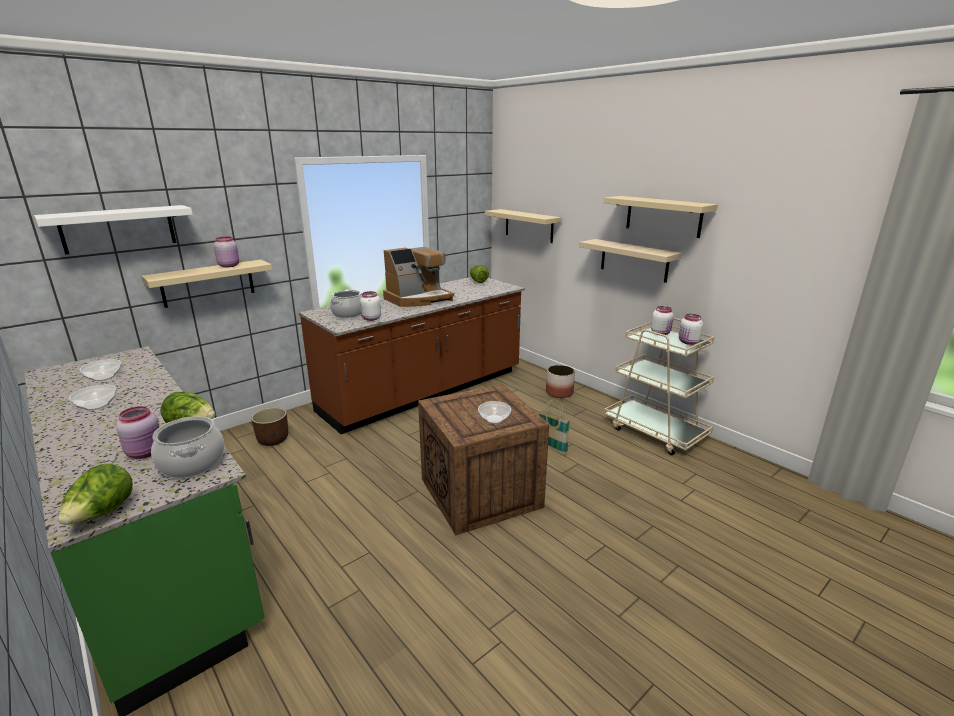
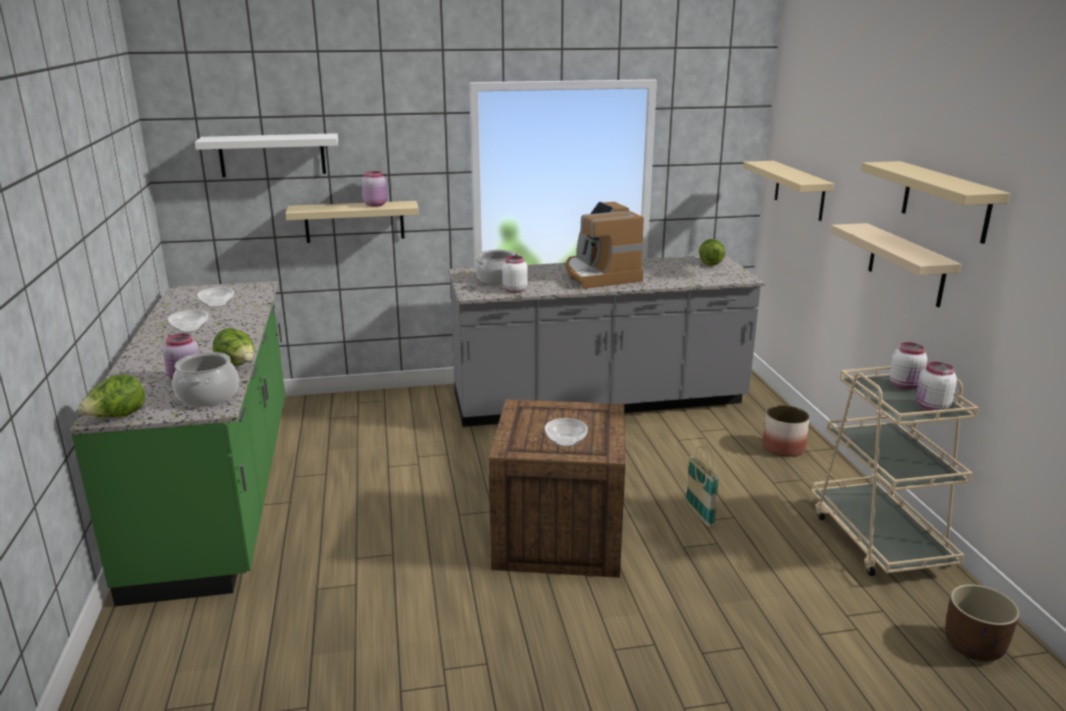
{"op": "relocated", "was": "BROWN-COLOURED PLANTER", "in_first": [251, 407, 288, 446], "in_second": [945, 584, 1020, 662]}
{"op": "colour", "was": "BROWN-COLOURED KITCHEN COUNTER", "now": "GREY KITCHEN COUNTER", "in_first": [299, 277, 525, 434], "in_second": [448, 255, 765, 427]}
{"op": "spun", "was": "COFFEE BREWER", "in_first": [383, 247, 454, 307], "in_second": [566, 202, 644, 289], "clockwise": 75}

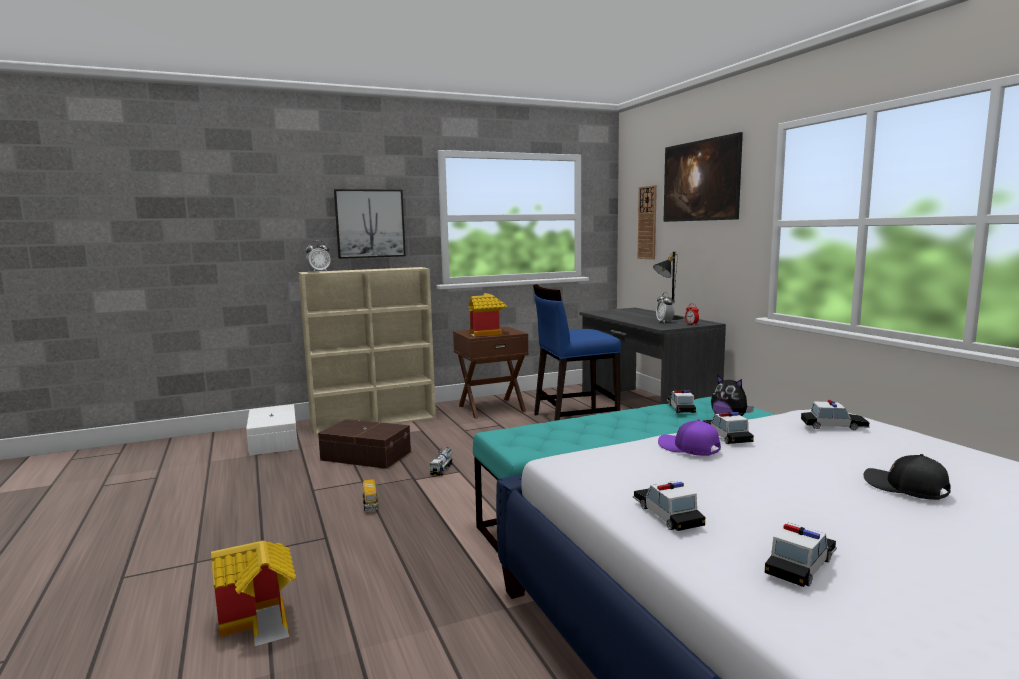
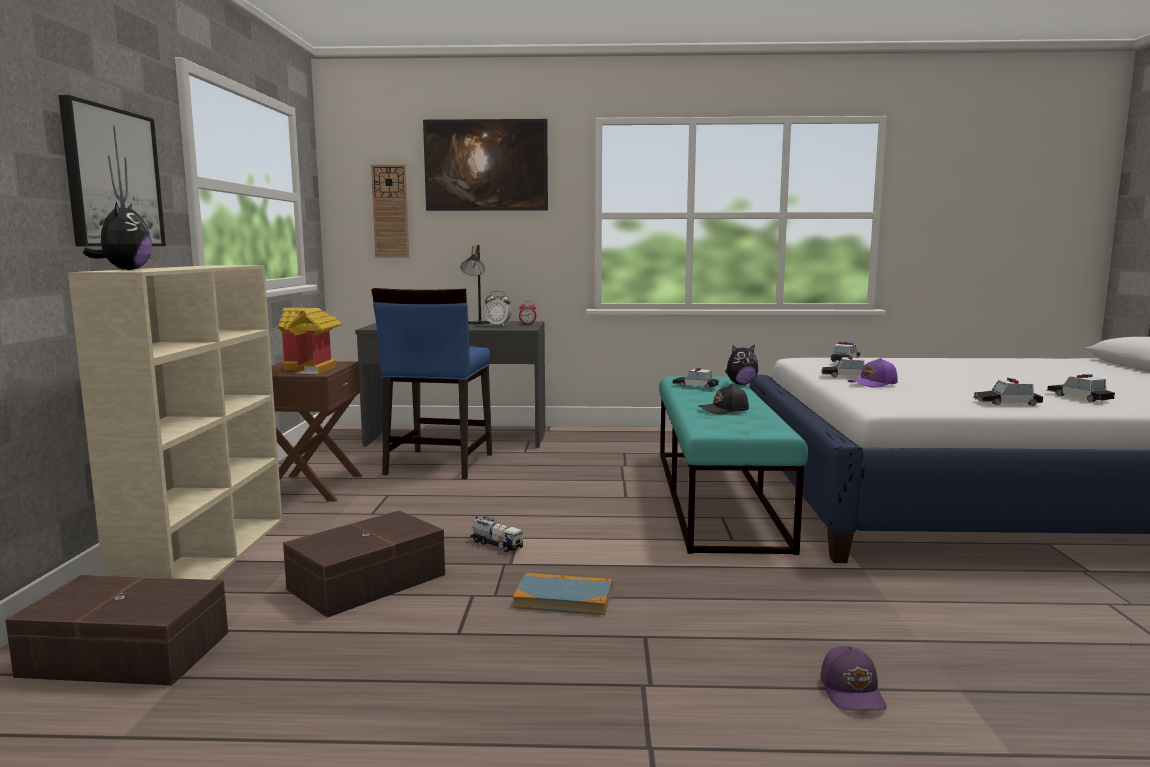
{"op": "exchanged", "was": "TOY HOUSE", "now": "PURPLE-COLOURED PEAKED CAP", "in_first": [211, 541, 296, 646], "in_second": [820, 646, 887, 710]}
{"op": "colour", "was": "WHITE-COLOURED STORAGE CONTAINER", "now": "BROWN-COLOURED STORAGE CONTAINER", "in_first": [246, 405, 298, 456], "in_second": [5, 575, 228, 686]}
{"op": "exchanged", "was": "BEDSIDE CLOCK", "now": "SOFT TOY", "in_first": [306, 240, 331, 272], "in_second": [83, 201, 152, 270]}
{"op": "exchanged", "was": "TOY LORRY", "now": "VOLUME", "in_first": [363, 479, 379, 512], "in_second": [513, 573, 612, 615]}
{"op": "relocated", "was": "BLACK PEAKED CAP", "in_first": [863, 454, 951, 500], "in_second": [698, 384, 749, 414]}

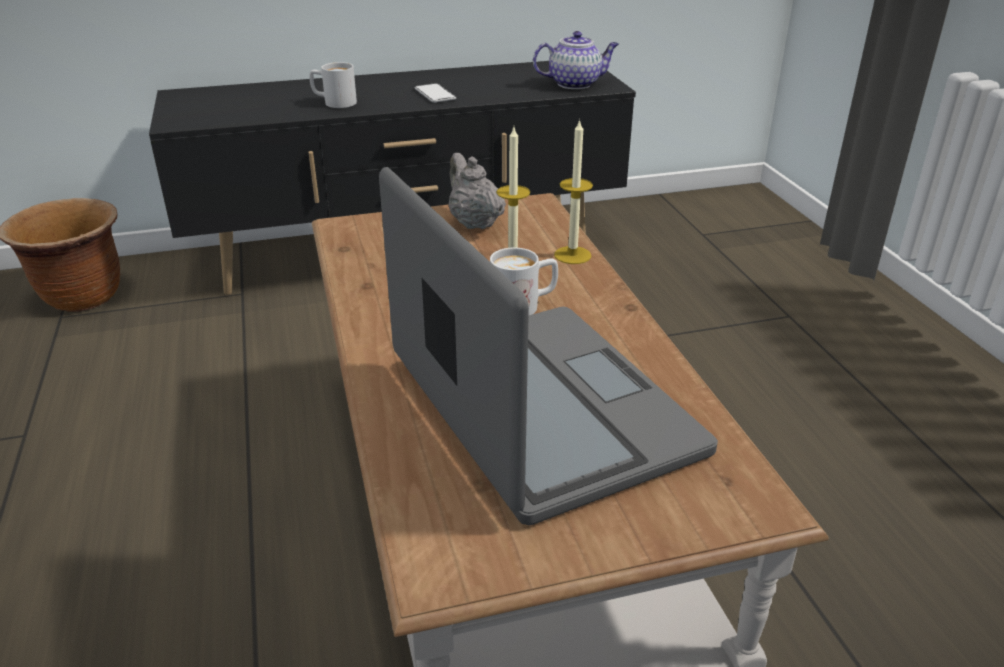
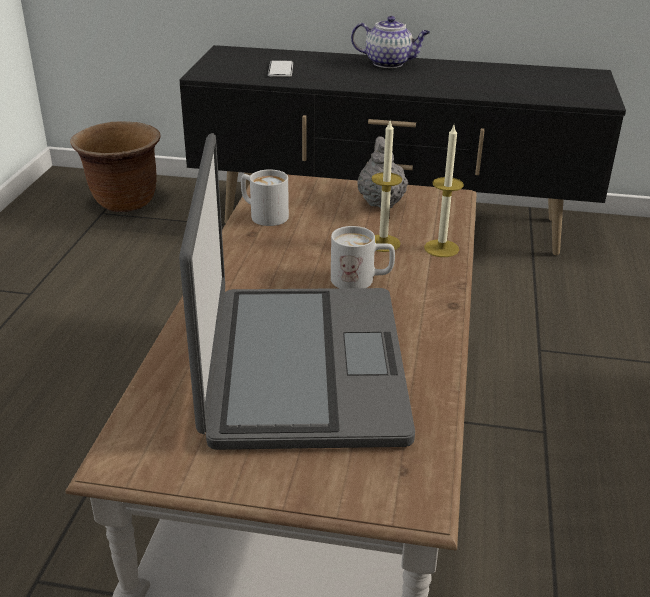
{"op": "relocated", "was": "WHITE-COLOURED COFFEE MUG", "in_first": [310, 62, 357, 108], "in_second": [241, 169, 289, 226]}
{"op": "relocated", "was": "HANDSET", "in_first": [414, 83, 456, 103], "in_second": [268, 60, 293, 77]}
{"op": "relocated", "was": "TEAPOT", "in_first": [533, 31, 619, 89], "in_second": [351, 16, 430, 68]}

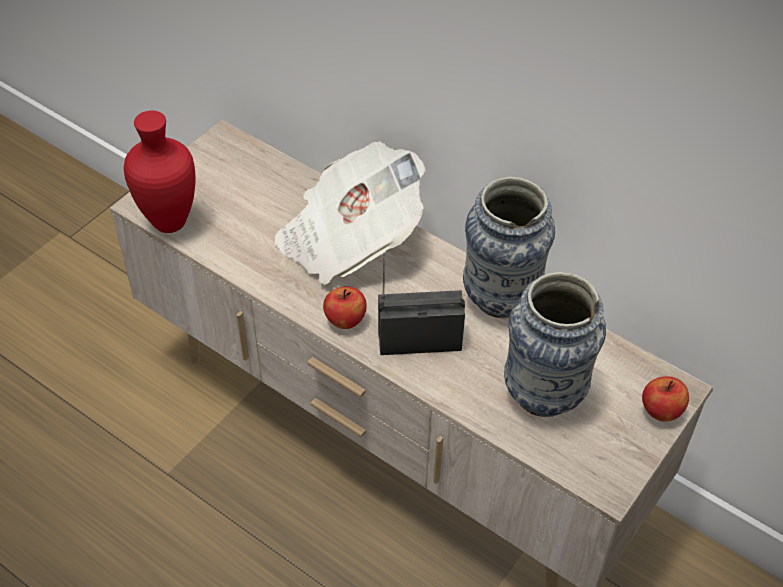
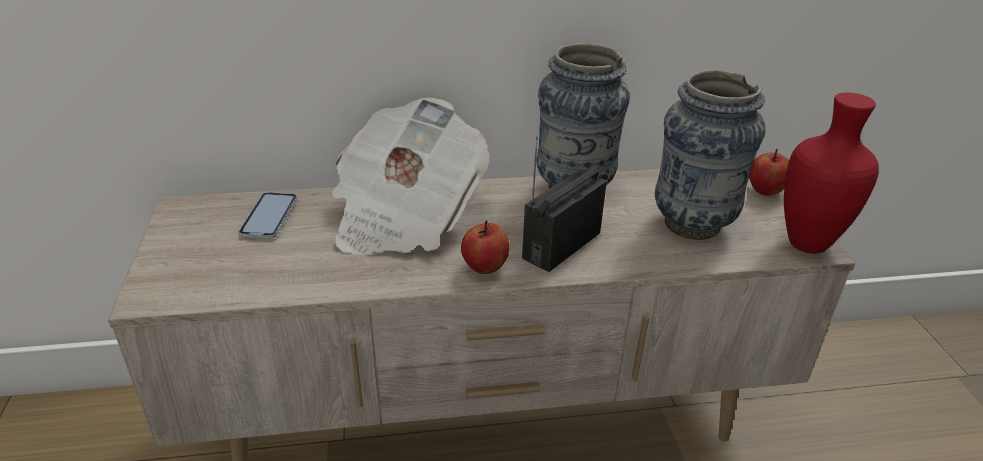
{"op": "relocated", "was": "REDDISH FLOWER VASE", "in_first": [124, 111, 195, 233], "in_second": [784, 92, 879, 254]}
{"op": "appeared", "now": "HANDSET", "in_second": [238, 192, 297, 239]}

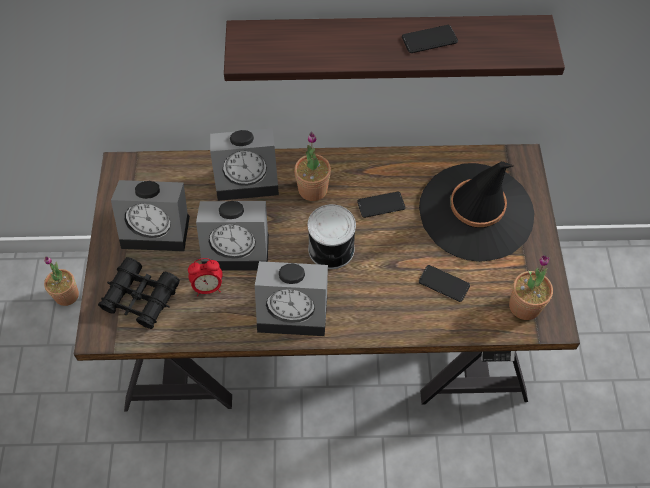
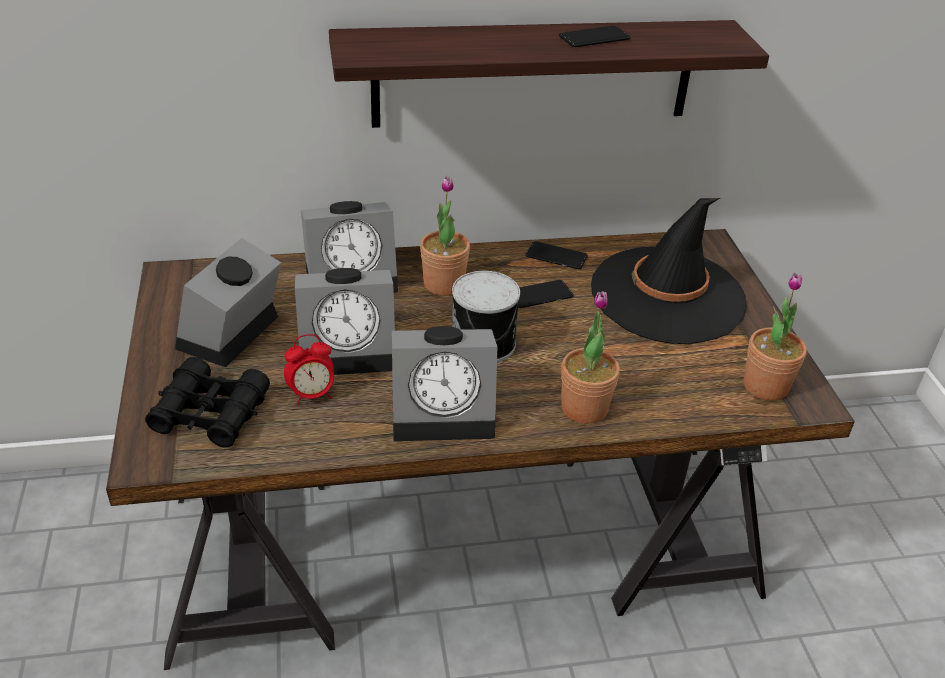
{"op": "relocated", "was": "POTTED PLANT", "in_first": [44, 257, 79, 306], "in_second": [561, 291, 620, 424]}
{"op": "spun", "was": "BEDSIDE CLOCK", "in_first": [111, 180, 190, 251], "in_second": [175, 238, 281, 367], "clockwise": 120}
{"op": "relocated", "was": "HANDSET", "in_first": [419, 265, 470, 302], "in_second": [525, 241, 588, 269]}

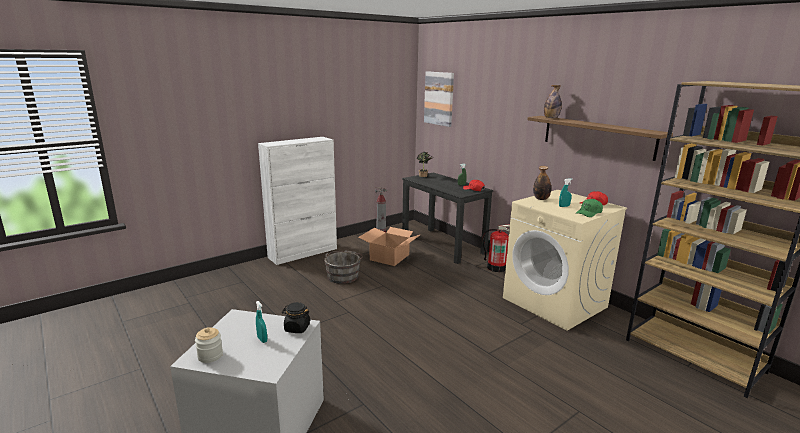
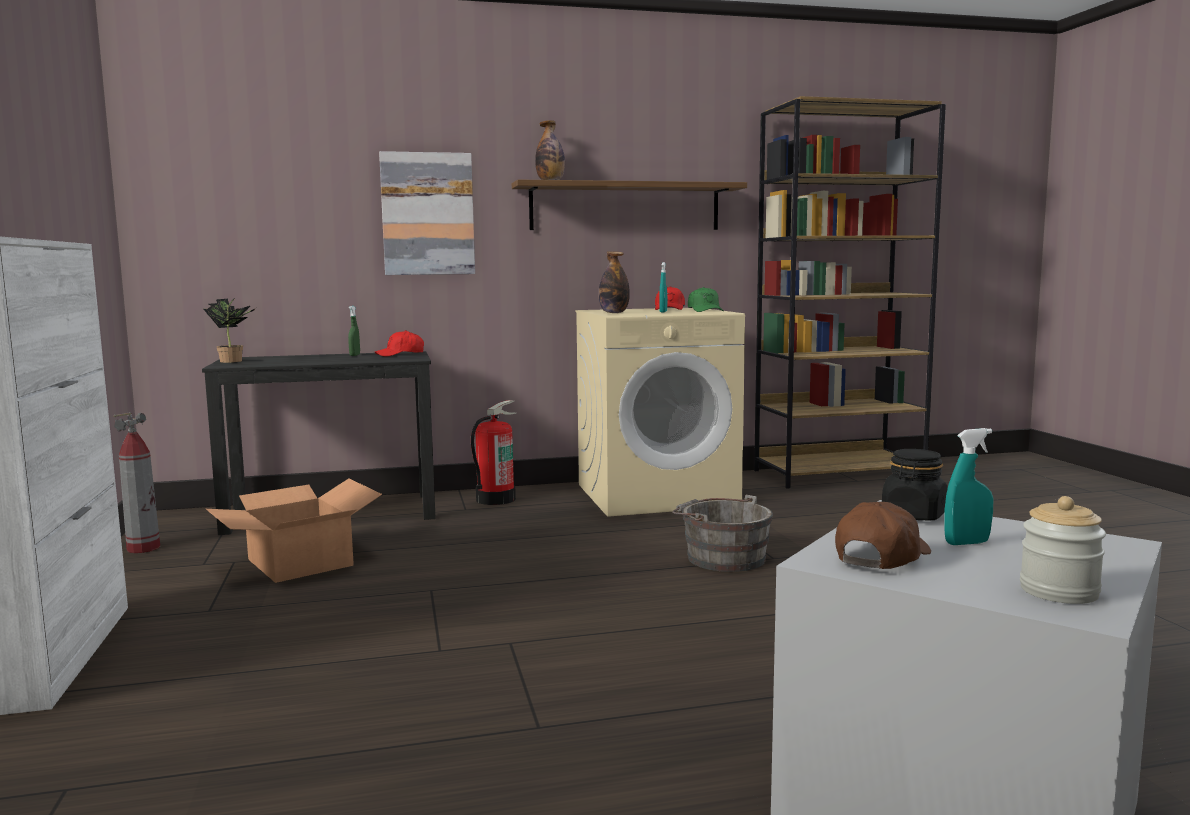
{"op": "relocated", "was": "GREY WATER BUCKET", "in_first": [324, 250, 363, 284], "in_second": [672, 495, 773, 572]}
{"op": "relocated", "was": "PICTURE", "in_first": [424, 71, 454, 127], "in_second": [379, 151, 475, 275]}
{"op": "appeared", "now": "BROWN-COLOURED PEAKED CAP", "in_second": [835, 502, 931, 569]}

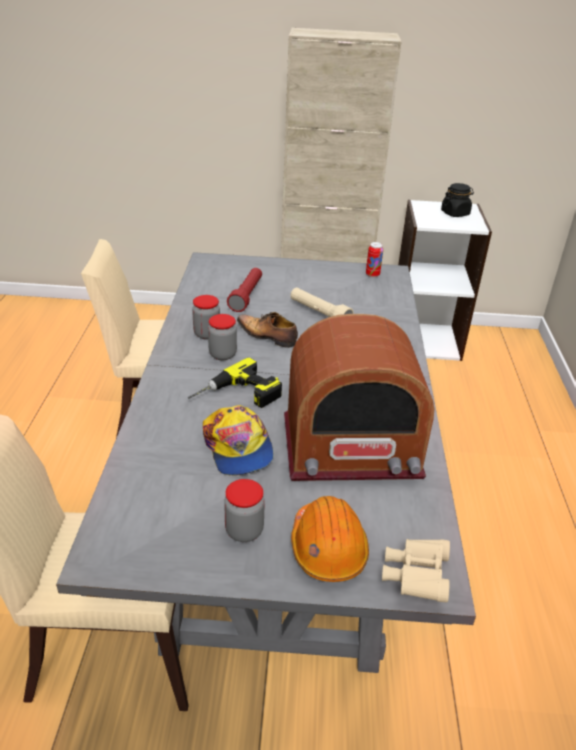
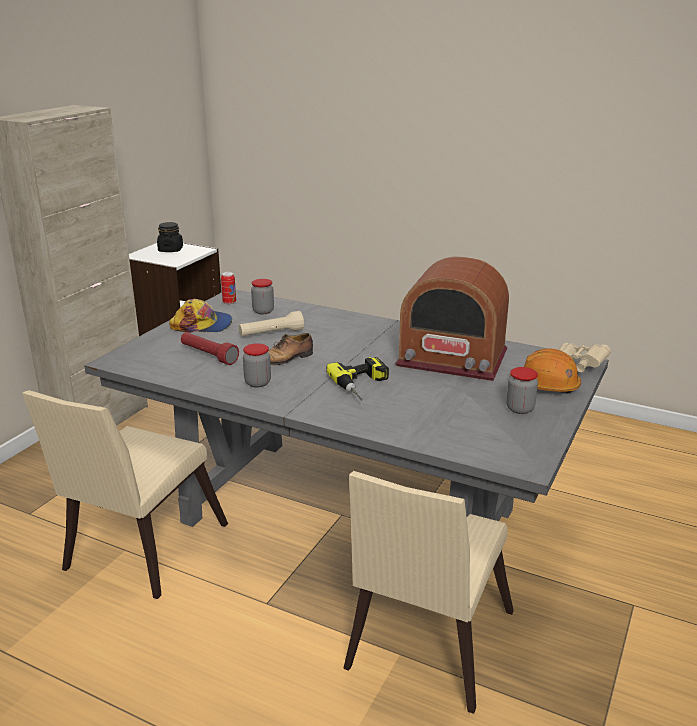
{"op": "relocated", "was": "PEAKED CAP", "in_first": [203, 405, 274, 476], "in_second": [169, 299, 232, 333]}
{"op": "relocated", "was": "JAR", "in_first": [208, 314, 237, 360], "in_second": [251, 279, 274, 314]}
{"op": "spun", "was": "RADIO", "in_first": [284, 314, 434, 481], "in_second": [395, 257, 509, 381], "clockwise": 90}

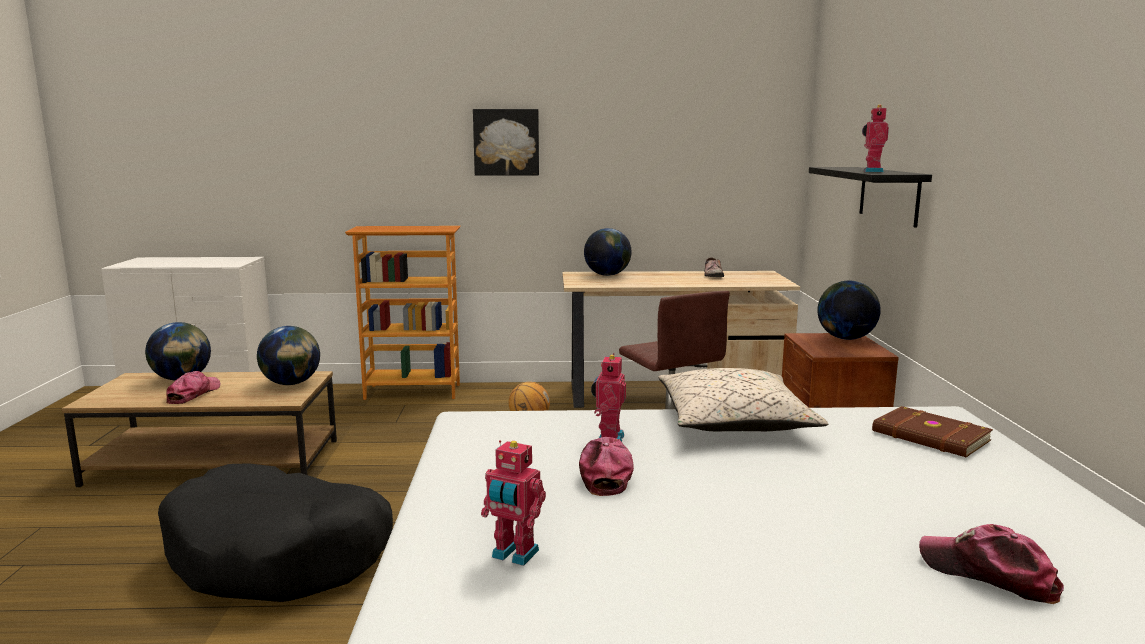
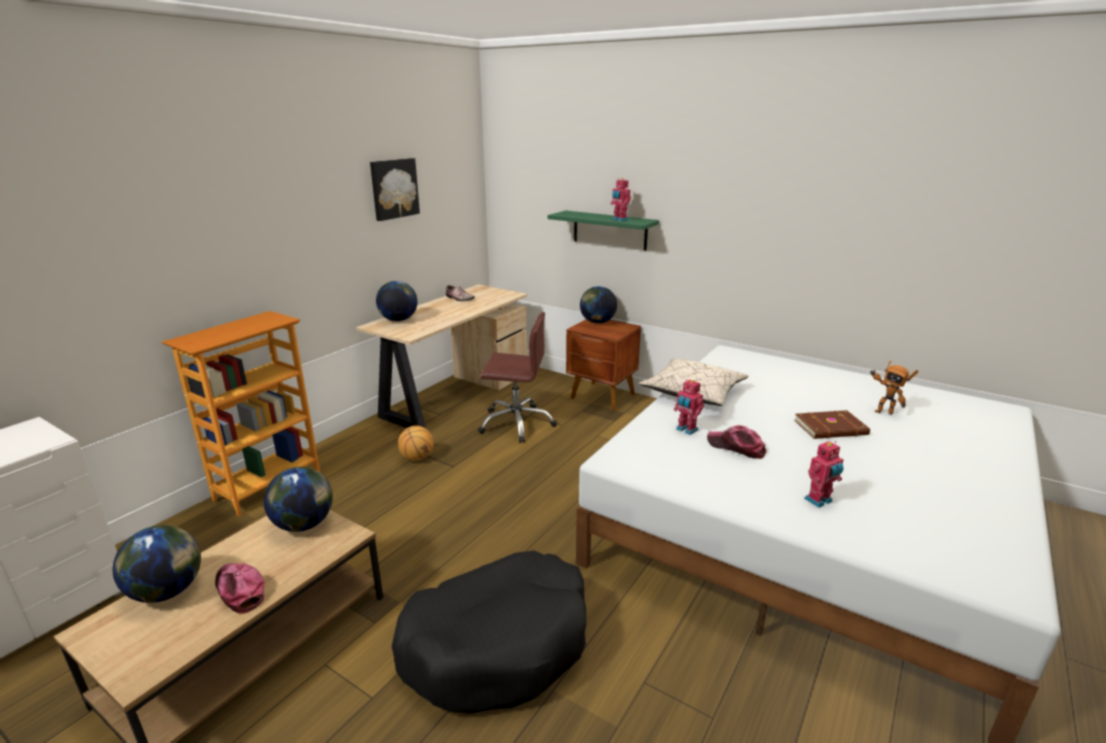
{"op": "relocated", "was": "PICTURE", "in_first": [473, 109, 539, 176], "in_second": [370, 158, 420, 221]}
{"op": "colour", "was": "BLACK BRACKET SHELF", "now": "GREENISH BRACKET SHELF", "in_first": [809, 167, 932, 228], "in_second": [548, 211, 659, 251]}
{"op": "relocated", "was": "BROWN-COLOURED VOLUME", "in_first": [872, 406, 993, 457], "in_second": [794, 410, 870, 439]}
{"op": "exchanged", "was": "PEAKED CAP", "now": "TOY ROBOT", "in_first": [919, 524, 1064, 604], "in_second": [869, 361, 918, 414]}

